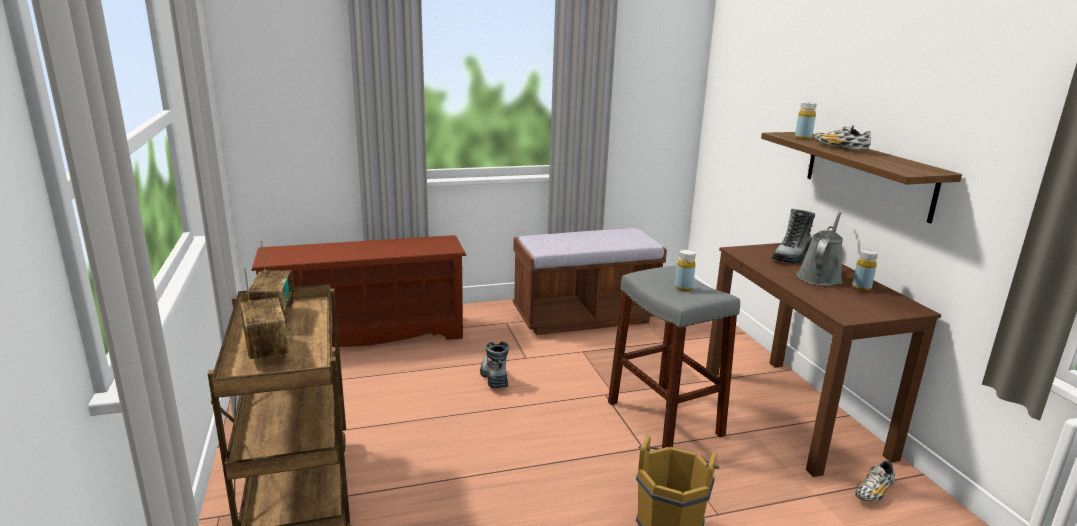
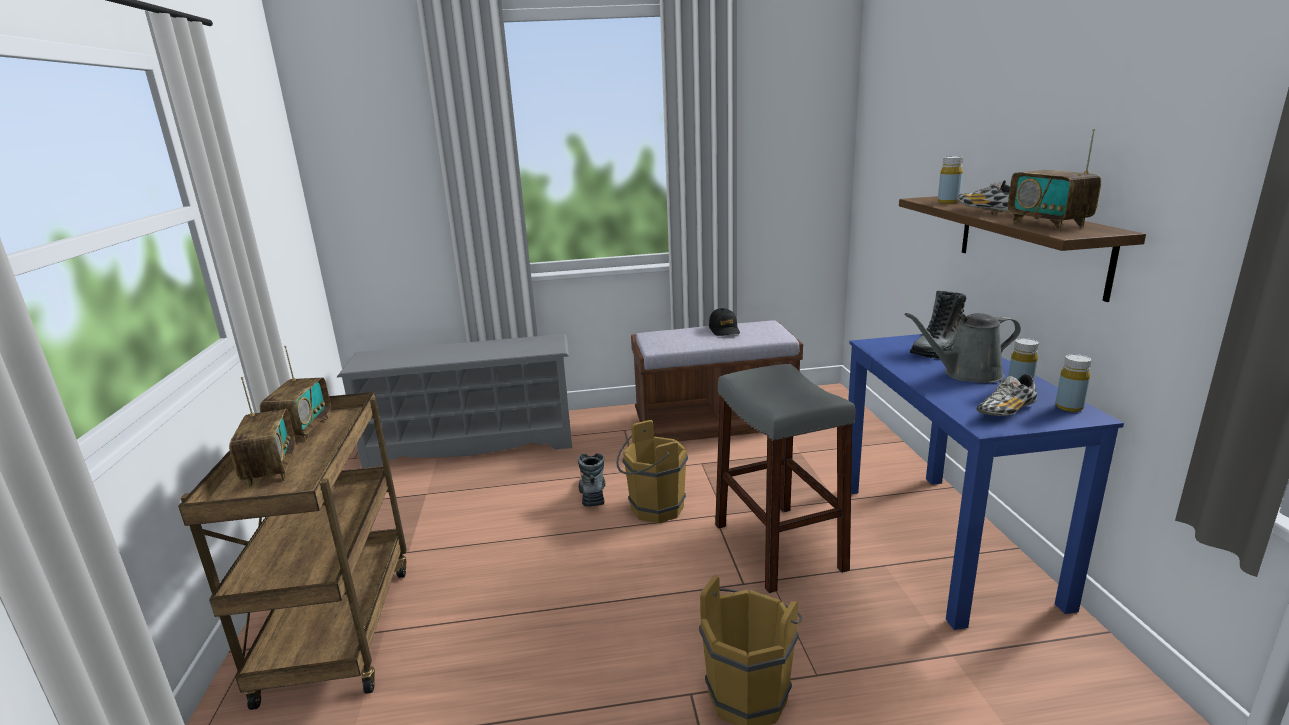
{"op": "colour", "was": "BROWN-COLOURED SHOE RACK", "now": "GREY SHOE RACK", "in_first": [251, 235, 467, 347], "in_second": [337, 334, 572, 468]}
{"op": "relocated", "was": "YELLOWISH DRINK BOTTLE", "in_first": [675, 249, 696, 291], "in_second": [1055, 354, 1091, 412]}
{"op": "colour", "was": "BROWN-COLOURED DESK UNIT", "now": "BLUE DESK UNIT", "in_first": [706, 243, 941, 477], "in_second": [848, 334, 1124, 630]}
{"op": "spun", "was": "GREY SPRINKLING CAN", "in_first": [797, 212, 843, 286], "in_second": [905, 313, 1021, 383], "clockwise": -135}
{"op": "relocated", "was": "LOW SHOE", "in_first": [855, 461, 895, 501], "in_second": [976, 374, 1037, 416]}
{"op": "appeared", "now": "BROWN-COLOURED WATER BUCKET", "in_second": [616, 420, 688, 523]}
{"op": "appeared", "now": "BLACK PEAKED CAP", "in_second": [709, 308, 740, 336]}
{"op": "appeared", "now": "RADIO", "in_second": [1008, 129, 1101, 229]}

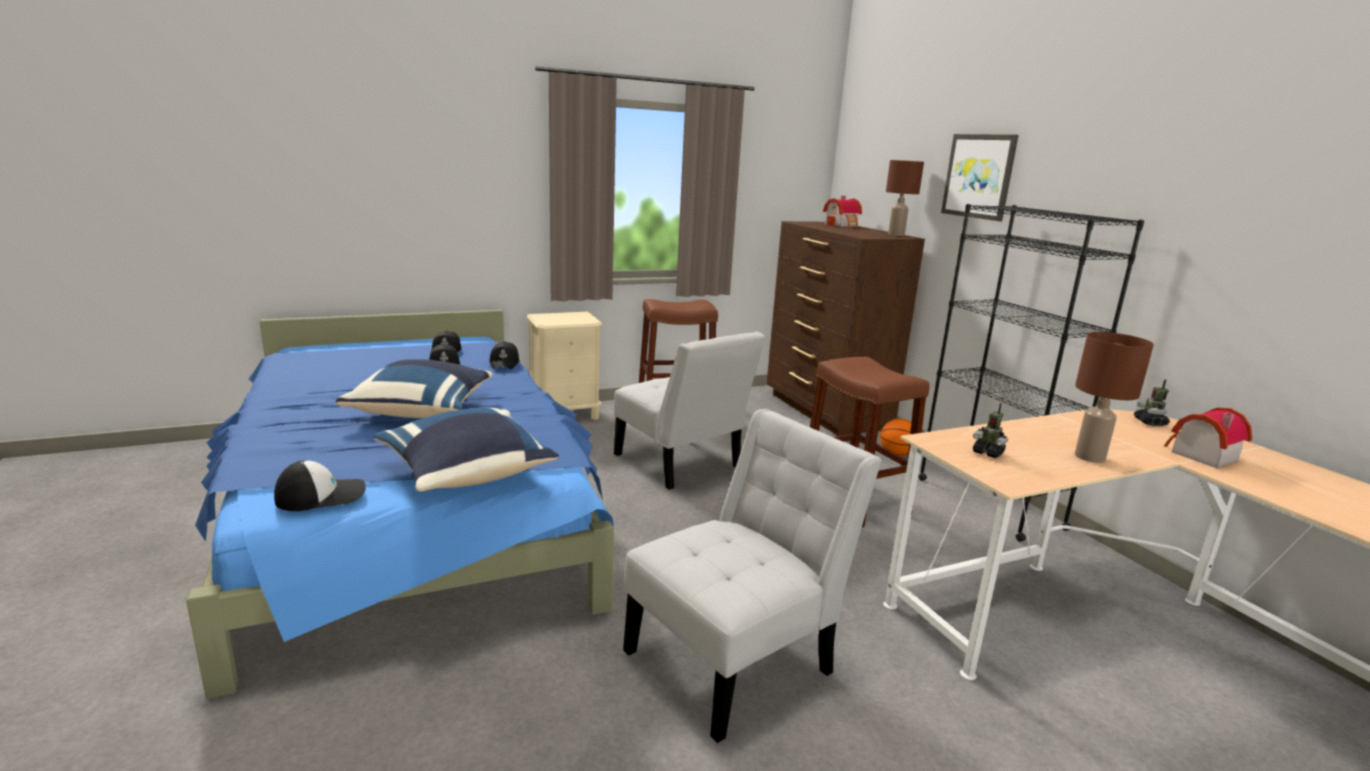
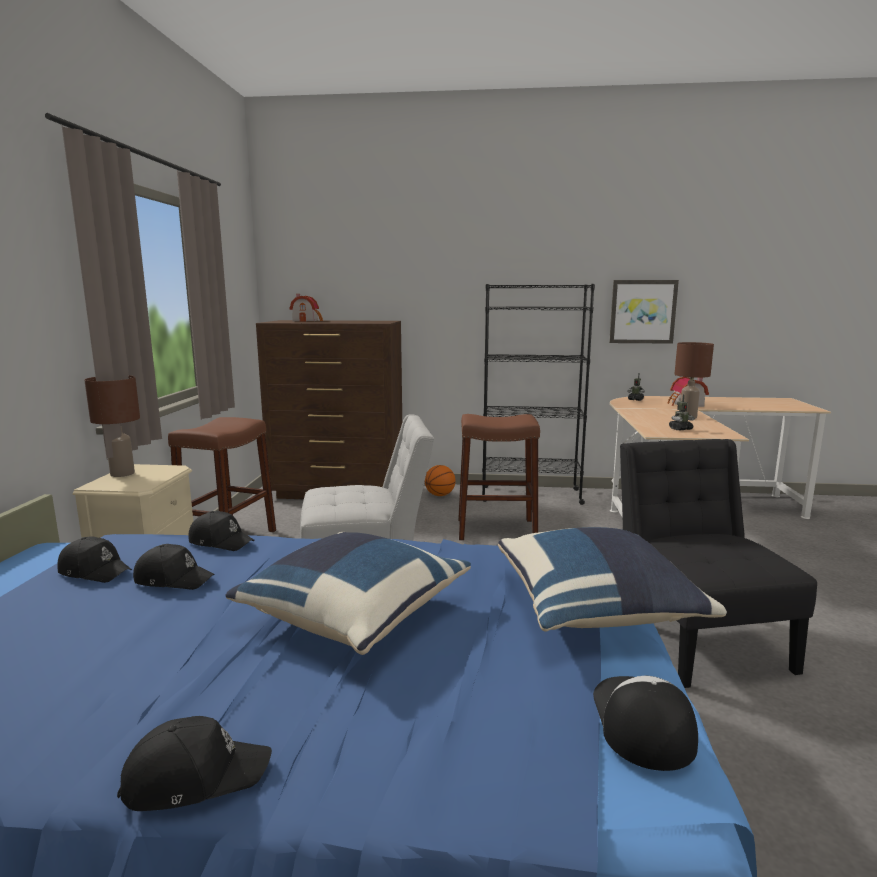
{"op": "colour", "was": "WHITE-COLOURED CHAIR", "now": "BLACK CHAIR", "in_first": [623, 409, 882, 743], "in_second": [620, 439, 817, 688]}
{"op": "relocated", "was": "BROWN-COLOURED TABLETOP LAMP", "in_first": [886, 160, 924, 236], "in_second": [84, 375, 140, 477]}
{"op": "relocated", "was": "PICTURE", "in_first": [941, 134, 1019, 221], "in_second": [609, 280, 679, 344]}
{"op": "appeared", "now": "BLACK PEAKED CAP", "in_second": [117, 716, 272, 811]}

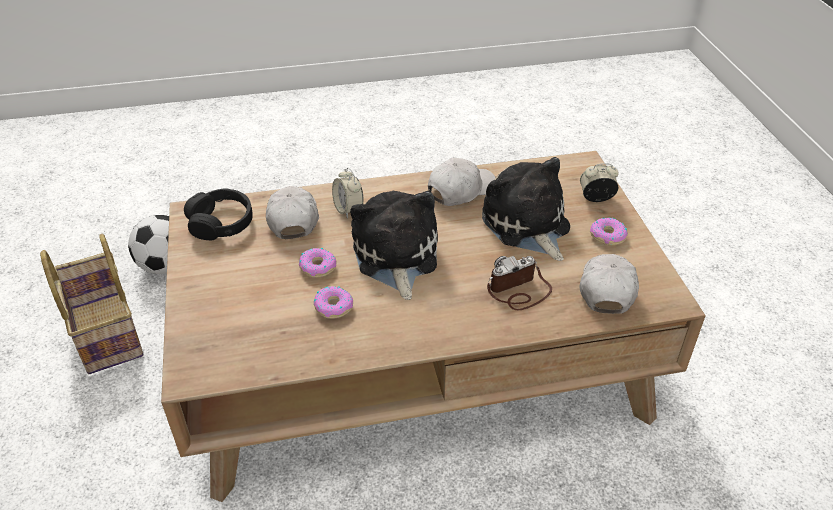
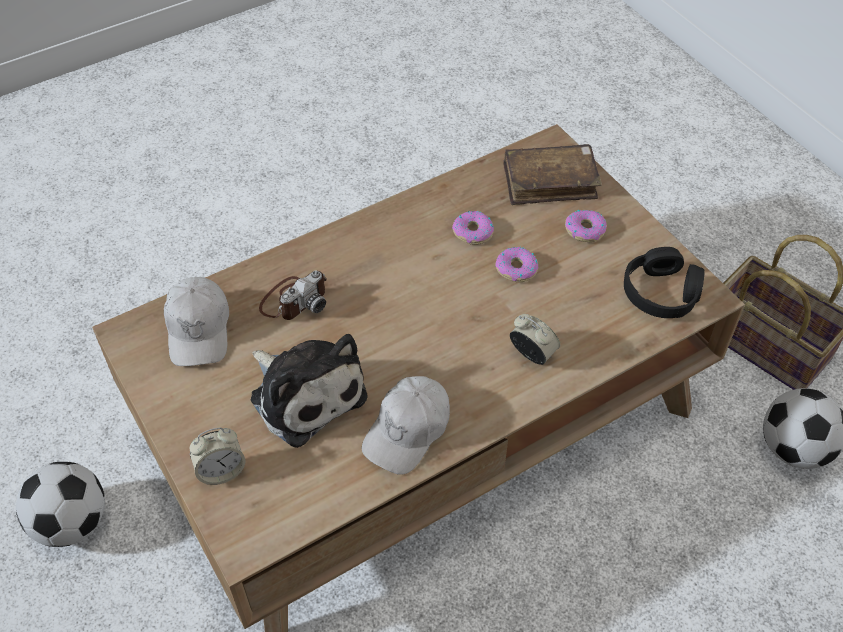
{"op": "missing", "was": "WHITE-COLOURED PEAKED CAP", "in_first": [266, 186, 319, 239]}
{"op": "missing", "was": "SOFT TOY", "in_first": [350, 191, 438, 300]}
{"op": "relocated", "was": "DOUGHNUT", "in_first": [590, 218, 628, 246], "in_second": [565, 210, 607, 242]}
{"op": "appeared", "now": "BALL FOR FOOTBALL", "in_second": [16, 462, 105, 547]}
{"op": "appeared", "now": "BROWN-COLOURED VOLUME", "in_second": [503, 144, 602, 205]}

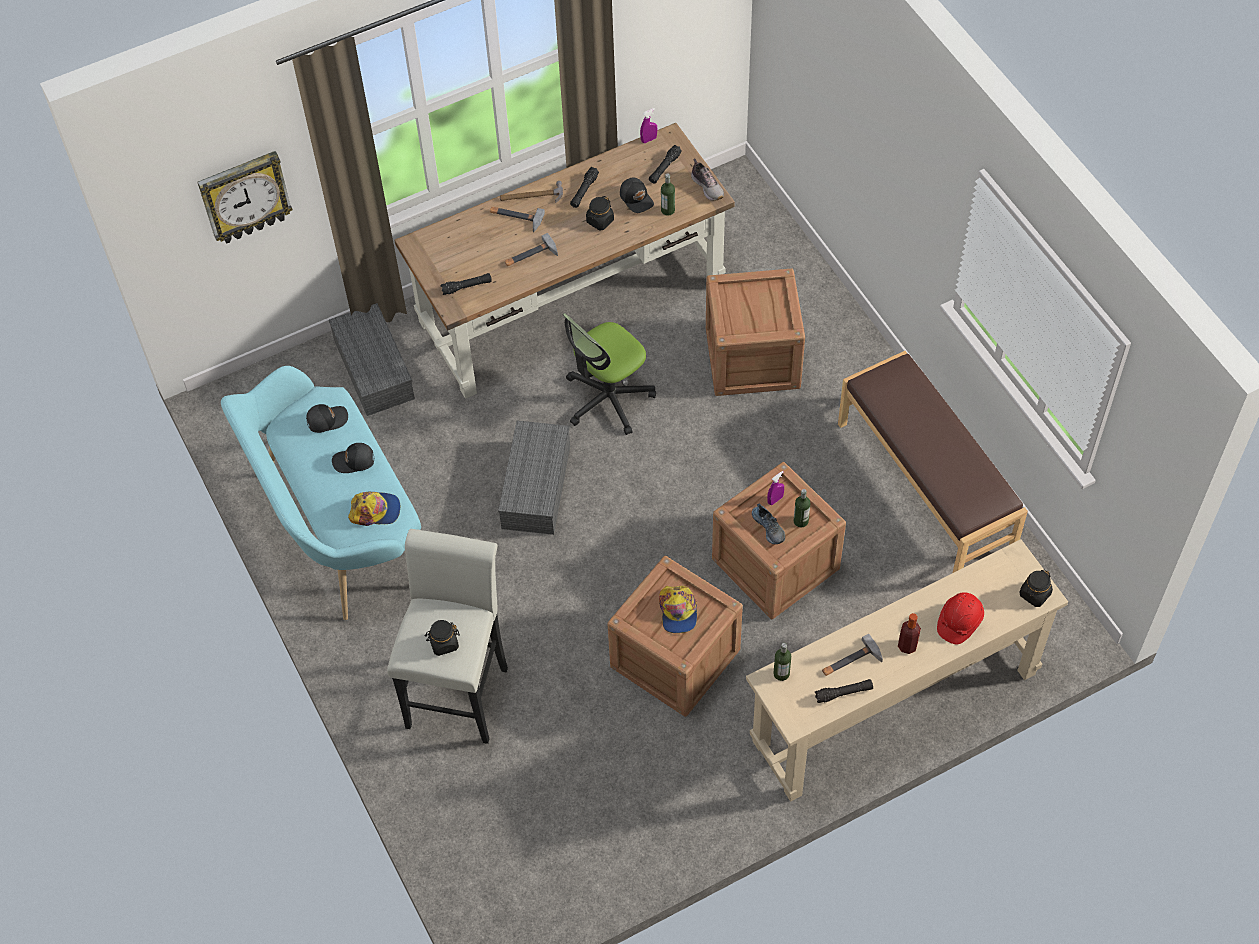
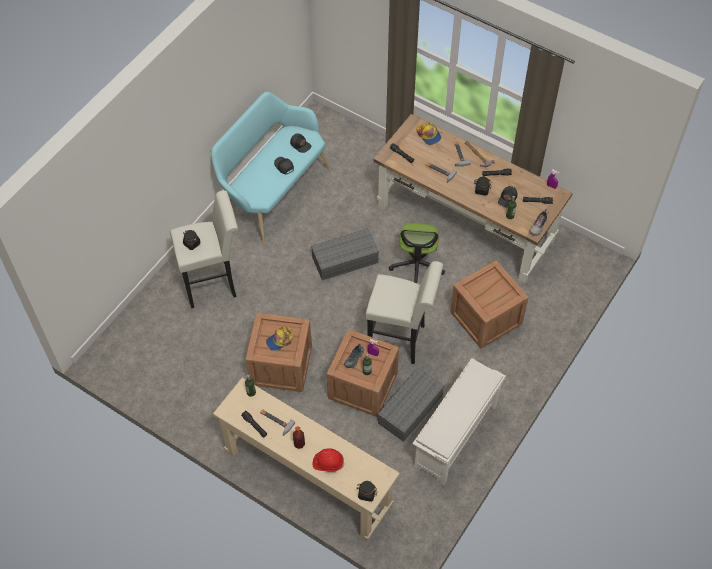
{"op": "missing", "was": "WALL CLOCK", "in_first": [197, 151, 293, 243]}
{"op": "relocated", "was": "GREY STORAGE CONTAINER", "in_first": [329, 303, 415, 416], "in_second": [378, 368, 444, 442]}
{"op": "relocated", "was": "PEAKED CAP", "in_first": [348, 492, 400, 526], "in_second": [416, 122, 441, 145]}
{"op": "spun", "was": "COMPUTER CHAIR", "in_first": [563, 313, 656, 435], "in_second": [389, 223, 445, 283], "clockwise": -105}
{"op": "exchanged", "was": "BROWN-COLOURED INDOOR BENCH", "now": "WHITE-COLOURED SHOE RACK", "in_first": [838, 351, 1028, 573], "in_second": [413, 358, 506, 485]}
{"op": "appeared", "now": "WHITE-COLOURED SITTING STOOL", "in_second": [366, 261, 443, 364]}

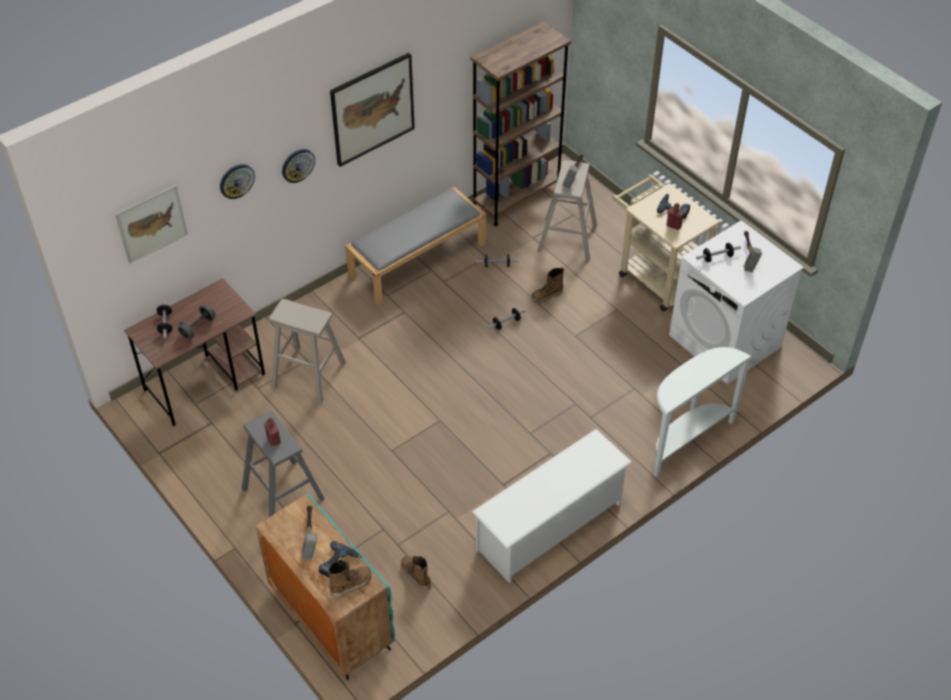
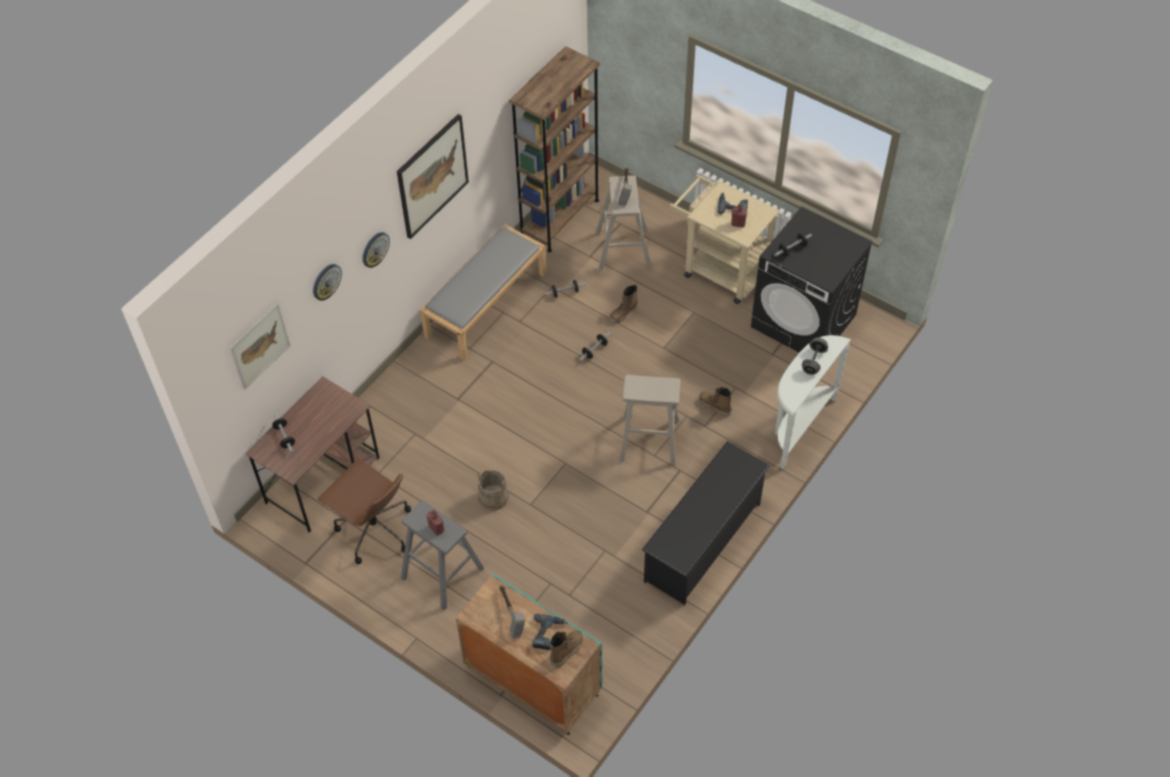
{"op": "relocated", "was": "GREY FREE WEIGHT", "in_first": [178, 304, 215, 339], "in_second": [802, 337, 828, 375]}
{"op": "relocated", "was": "SAND-COLOURED SITTING STOOL", "in_first": [268, 299, 346, 404], "in_second": [620, 375, 681, 466]}
{"op": "relocated", "was": "BOOT", "in_first": [401, 556, 431, 591], "in_second": [699, 387, 732, 416]}
{"op": "colour", "was": "WHITE-COLOURED SHOE RACK", "now": "BLACK SHOE RACK", "in_first": [472, 429, 632, 583], "in_second": [642, 441, 770, 605]}
{"op": "colour", "was": "WHITE-COLOURED WASHING MACHINE", "now": "BLACK WASHING MACHINE", "in_first": [669, 220, 804, 384], "in_second": [751, 206, 873, 353]}
{"op": "missing", "was": "TOOL HAMMER", "in_first": [743, 231, 762, 272]}
{"op": "appeared", "now": "BROWN-COLOURED COMPUTER CHAIR", "in_second": [318, 459, 411, 564]}
{"op": "appeared", "now": "SAND-COLOURED WATER BUCKET", "in_second": [477, 470, 508, 511]}

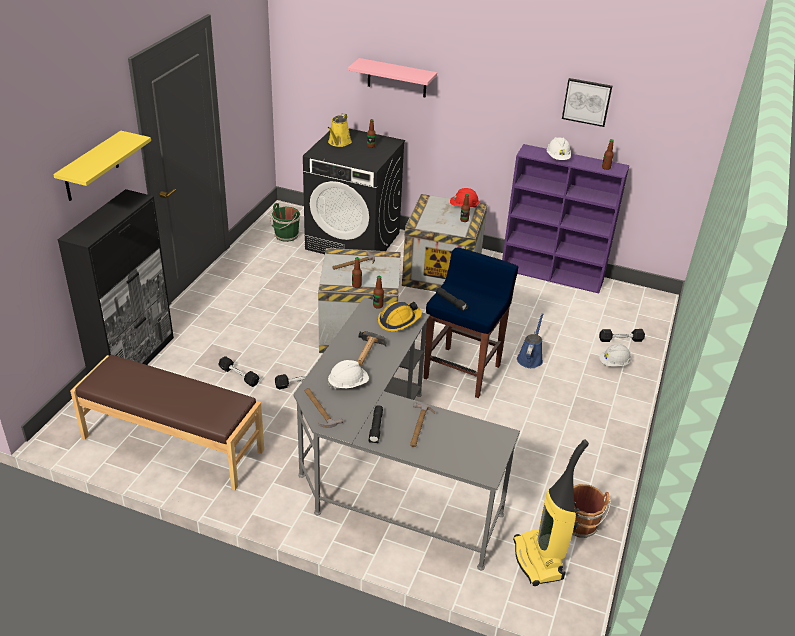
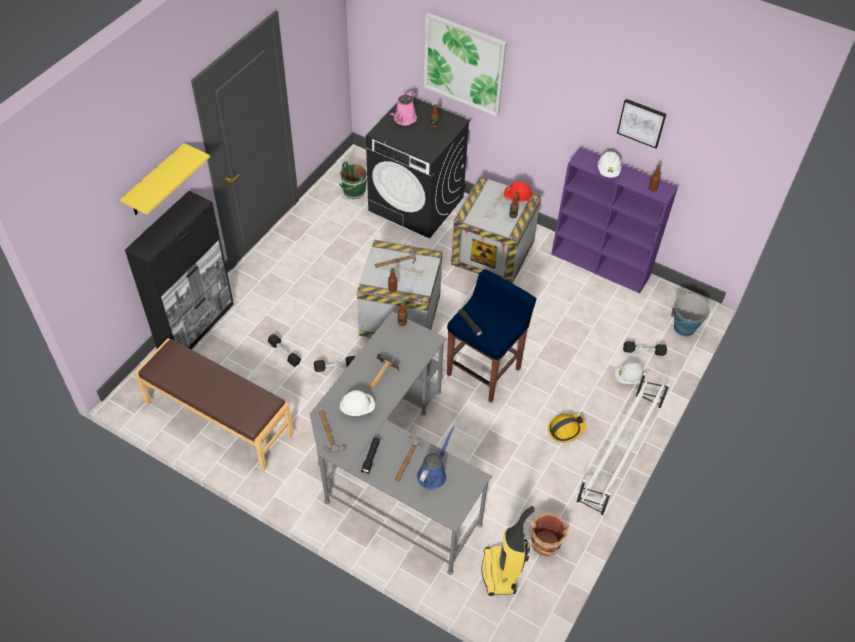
{"op": "colour", "was": "YELLOWISH SPRINKLING CAN", "now": "PINK-COLOURED SPRINKLING CAN", "in_first": [328, 114, 352, 147], "in_second": [390, 91, 417, 126]}
{"op": "exchanged", "was": "PINK-COLOURED BRACKET SHELF", "now": "PICTURE", "in_first": [348, 58, 437, 97], "in_second": [424, 13, 507, 117]}
{"op": "relocated", "was": "SAFETY HELMET", "in_first": [378, 301, 422, 331], "in_second": [548, 414, 586, 443]}
{"op": "relocated", "was": "BLUE SPRINKLING CAN", "in_first": [517, 313, 543, 368], "in_second": [417, 426, 455, 489]}
{"op": "appeared", "now": "WHITE-COLOURED SHOE RACK", "in_second": [576, 373, 670, 516]}
{"op": "appeared", "now": "WATER BUCKET", "in_second": [671, 294, 710, 336]}

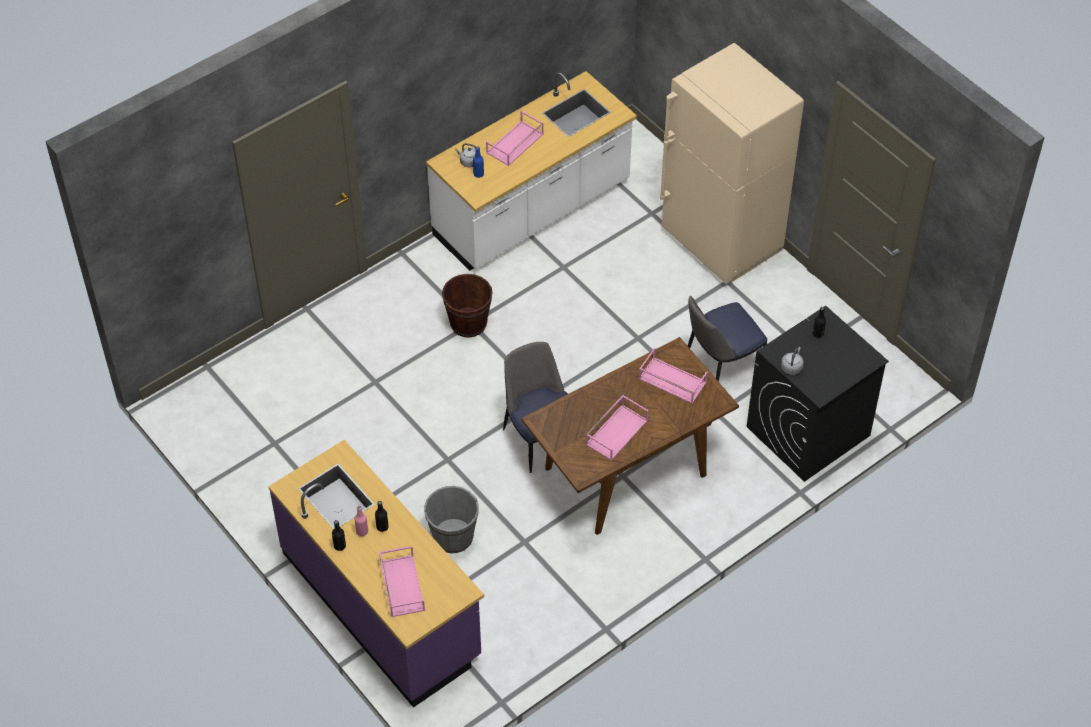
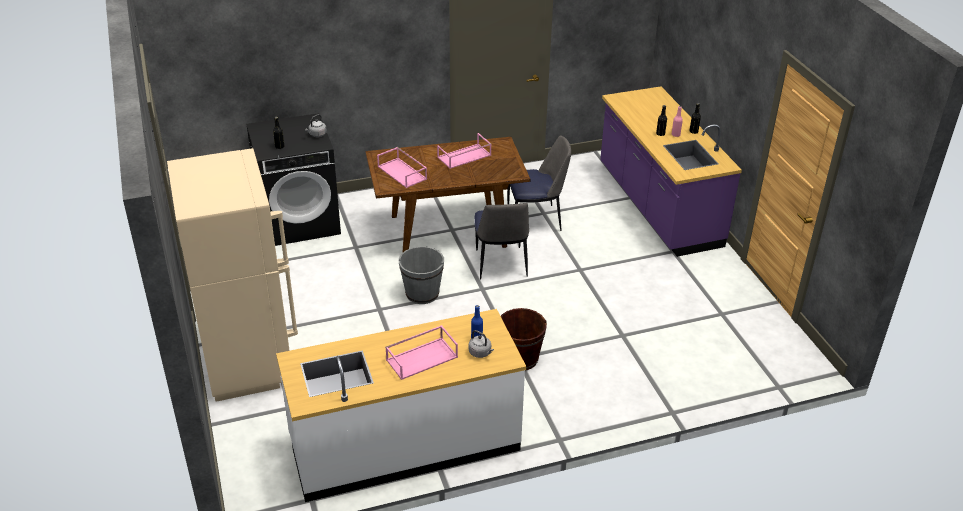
{"op": "missing", "was": "PINK-COLOURED CARRYING TRAY", "in_first": [379, 546, 425, 617]}
{"op": "relocated", "was": "GREY WATER BUCKET", "in_first": [424, 486, 479, 554], "in_second": [399, 246, 444, 304]}
{"op": "relocated", "was": "CHAIR", "in_first": [688, 296, 767, 382], "in_second": [507, 135, 571, 231]}

